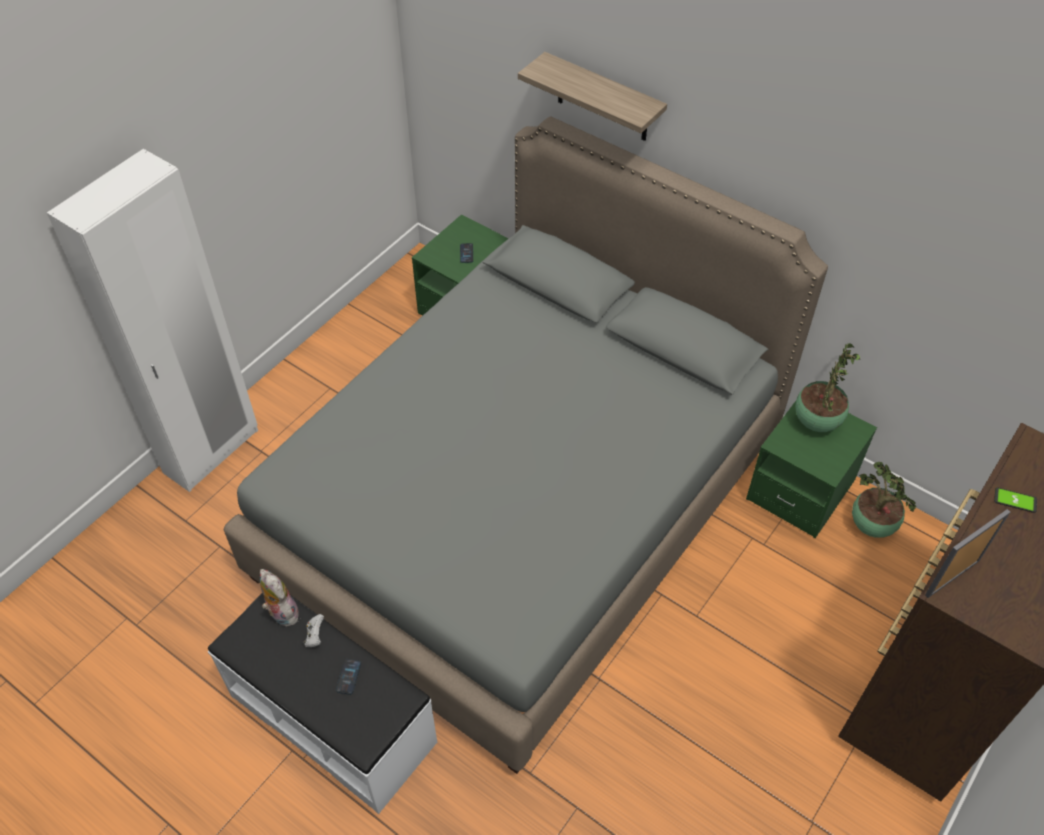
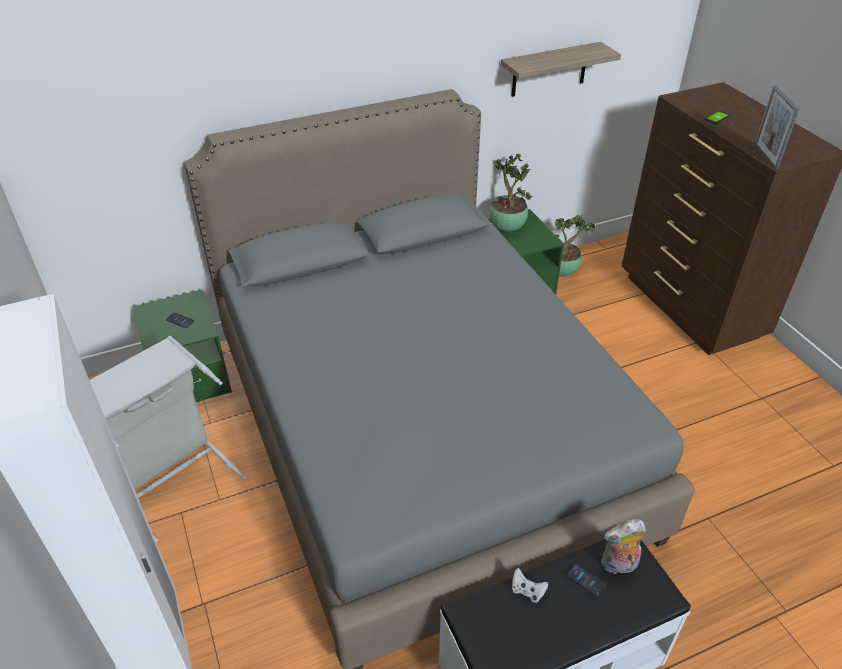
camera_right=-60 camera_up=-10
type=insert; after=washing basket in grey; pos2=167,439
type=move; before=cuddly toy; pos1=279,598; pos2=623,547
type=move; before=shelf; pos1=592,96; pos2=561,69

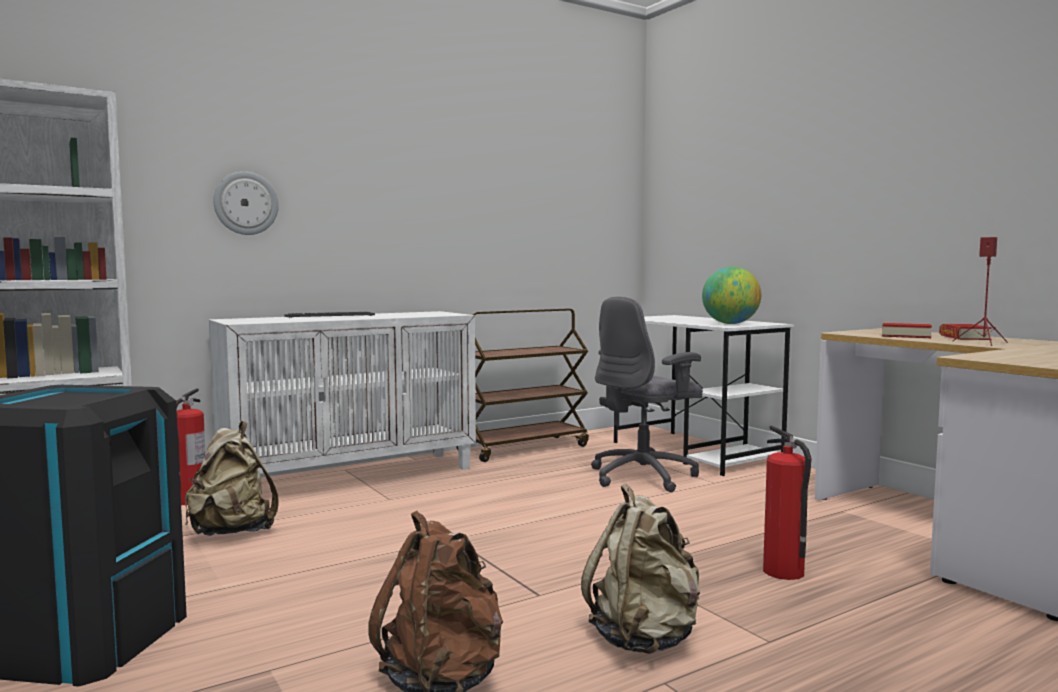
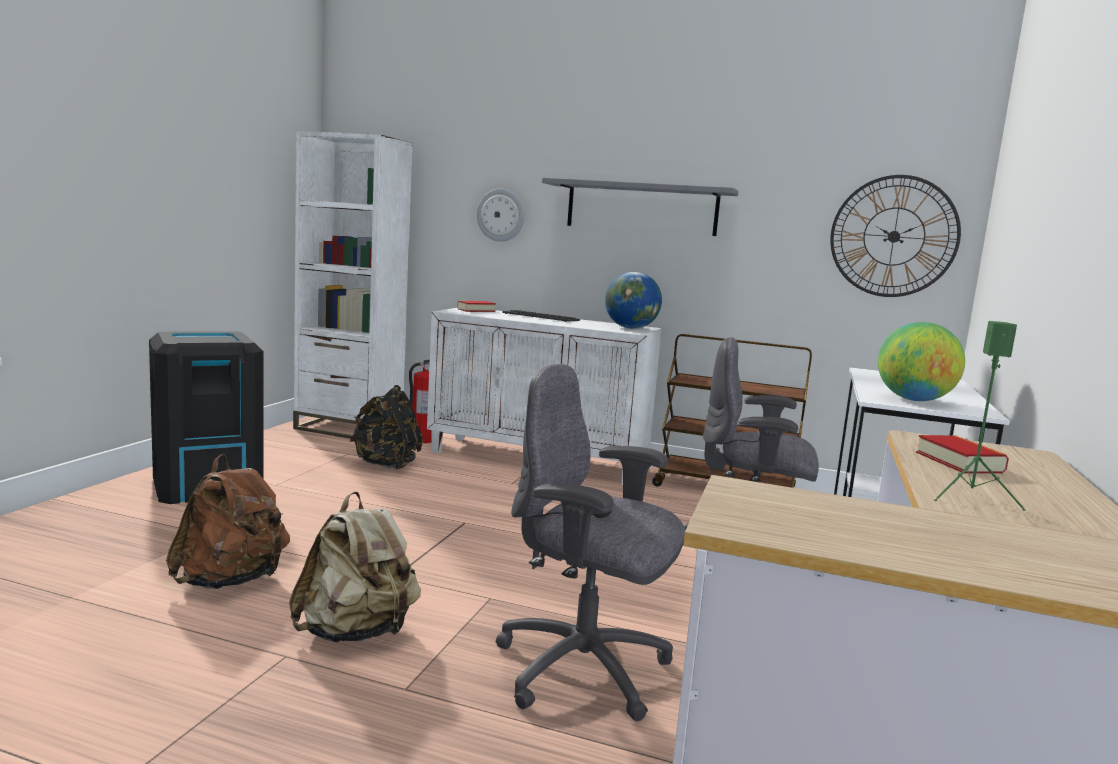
camera_right=50 camera_up=5
type=insert; after=shelf in grey; pos2=640,207
type=insert; after=desk globe; pos2=633,300
type=insert; after=wall clock; pos2=895,236
type=move; before=bound book; pos1=965,332; pos2=476,306
type=replace; before=extinguisher; after=computer chair in grey; pos1=787,502; pos2=590,542
type=recolor; before=knapsack in sand-coloured; after=knapsack in black-coloured; pos1=232,478; pos2=386,427
type=recolor; before=loudspeaker in red; after=loudspeaker in green; pos1=980,291; pos2=980,416

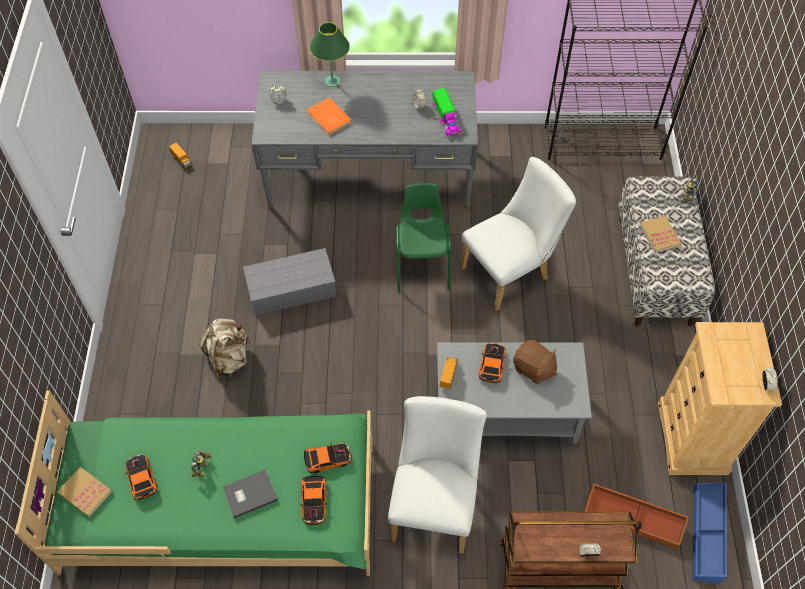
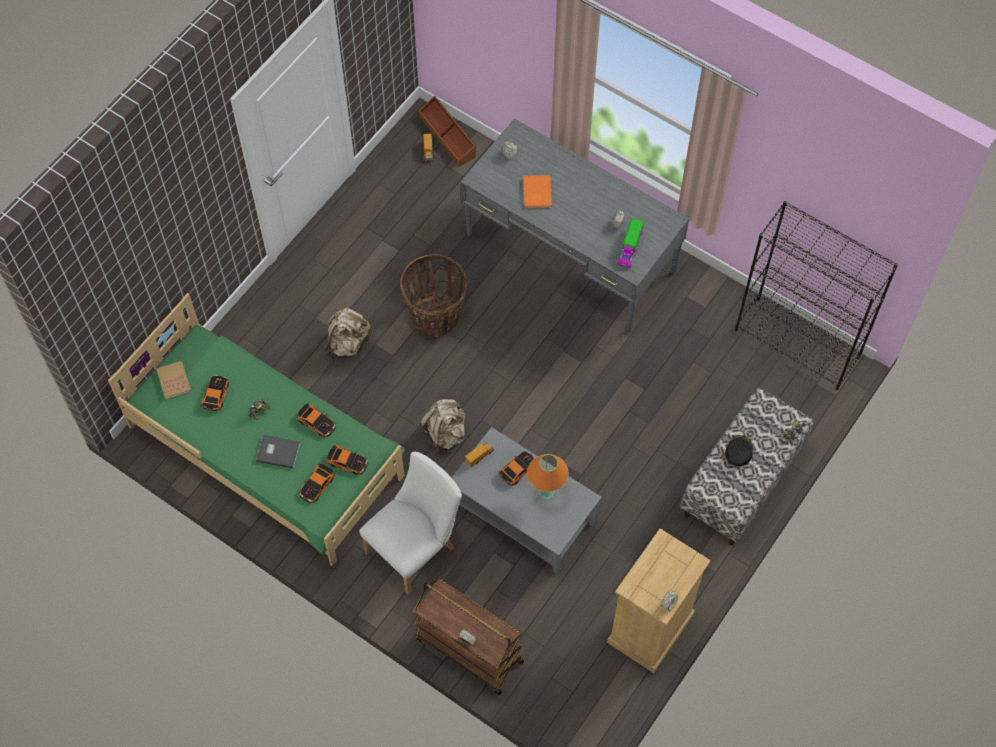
camera_right=35 camera_up=5
type=delete; before=tabletop lamp in green; pos1=330,54
type=delete; before=upright chair in green; pos1=423,237
type=delete; before=upright chair in white-coloured; pos1=518,234
type=delete; before=storage container in bluish; pos1=709,533
type=insert; after=toy car; pos2=316,420
type=insert; after=knapsack in sand-coloured; pos2=443,426
type=move; before=storage container in brown; pos1=636,516; pos2=447,131
type=replace; before=storage container in grey; after=basket; pos1=289,282; pos2=433,295
type=replace; before=cuddly toy in brown; after=tabletop lamp in orange; pos1=535,362; pos2=547,477
type=replace; before=bound book; after=baseball cap in black-coloured; pos1=660,234; pos2=739,450

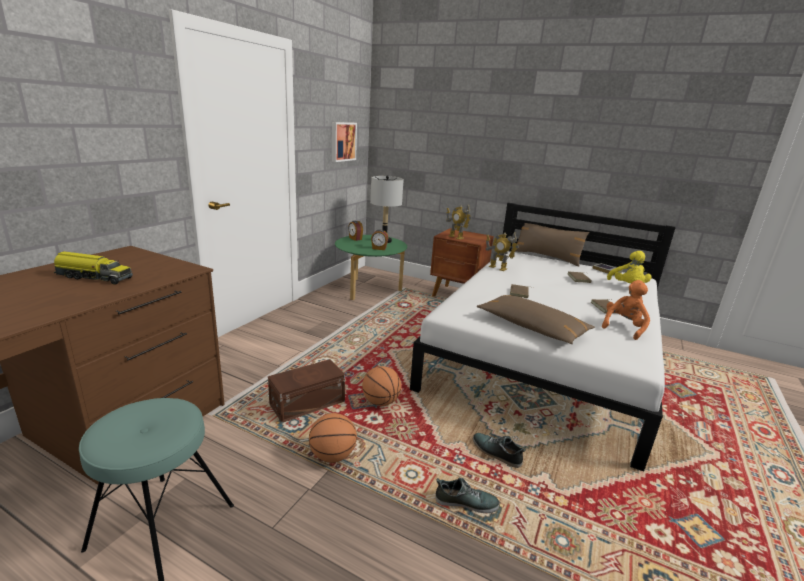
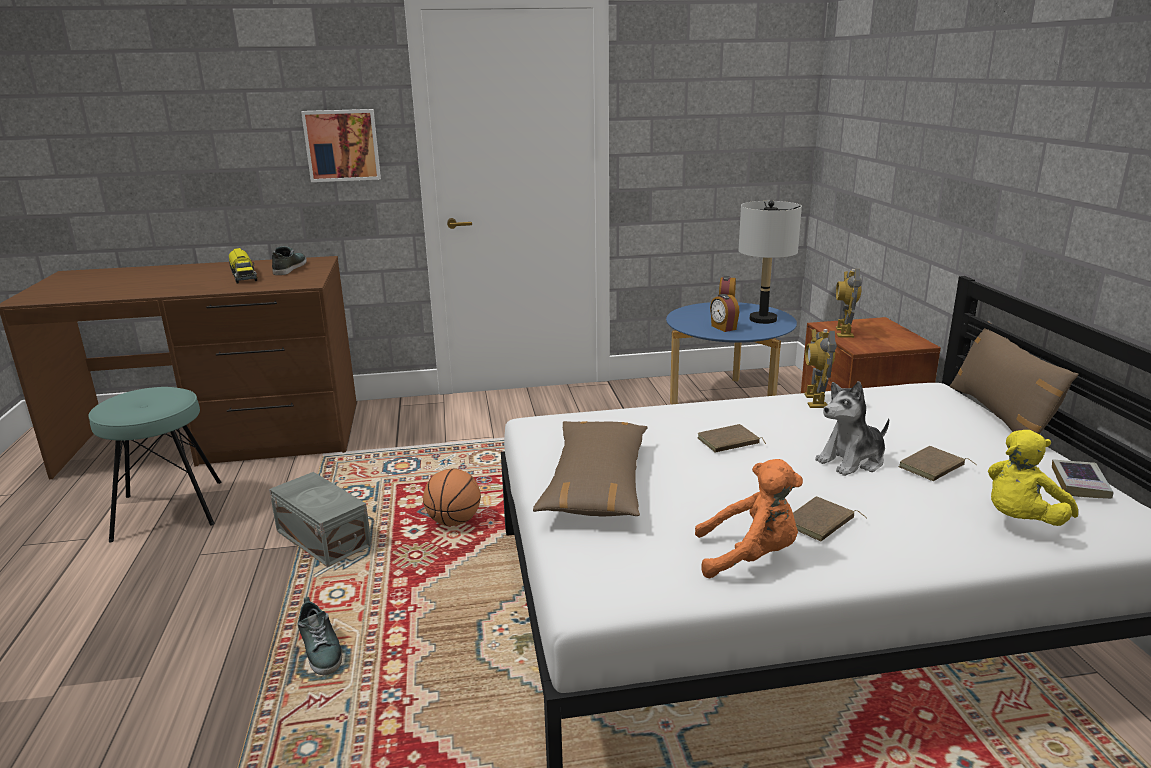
camera_right=55 camera_up=0
type=delete; before=storage container in brown; pos1=306,391
type=insert; after=cuddly toy; pos2=852,428
type=move; before=wall picture; pos1=344,142; pos2=341,145
type=move; before=shoe; pos1=499,450; pos2=289,260
type=replace; before=ball for basketball; after=storage container in grey; pos1=333,438; pos2=320,519
type=recolor; before=coffee table in green; after=coffee table in bluish; pos1=371,267; pos2=731,353

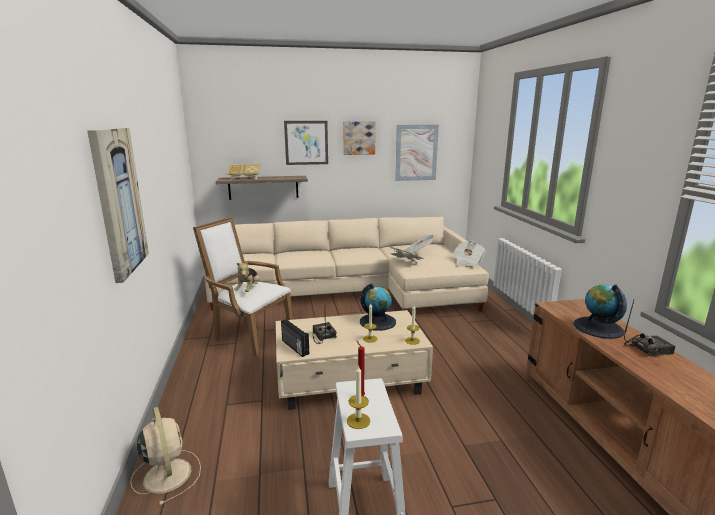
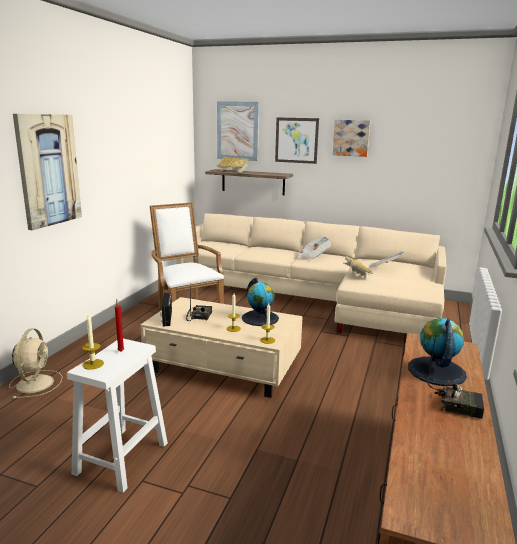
camera_right=30 camera_up=0
type=delete; before=cuddly toy; pos1=247,276
type=move; before=wall picture; pos1=417,153; pos2=238,131
type=move; before=newspaper; pos1=469,254; pos2=314,248

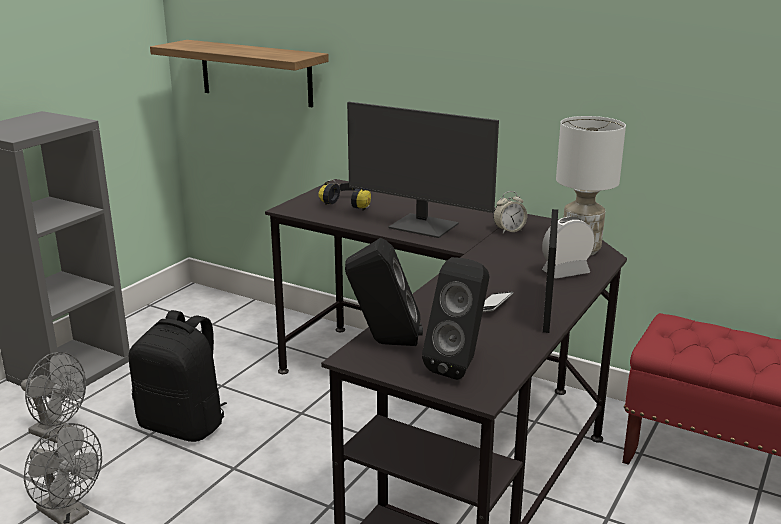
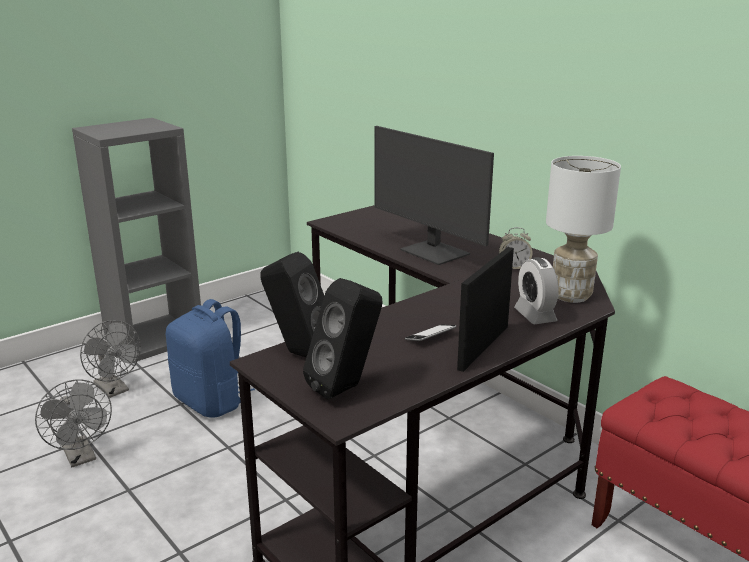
camera_right=20 camera_up=0
type=delete; before=shelf; pos1=239,73
type=delete; before=headset; pos1=345,195
type=recolor; before=knapsack in black-coloured; after=knapsack in bluish; pos1=178,376; pos2=210,358
type=rotate; before=alarm clock; pos1=568,248; pos2=536,290; turn=-105

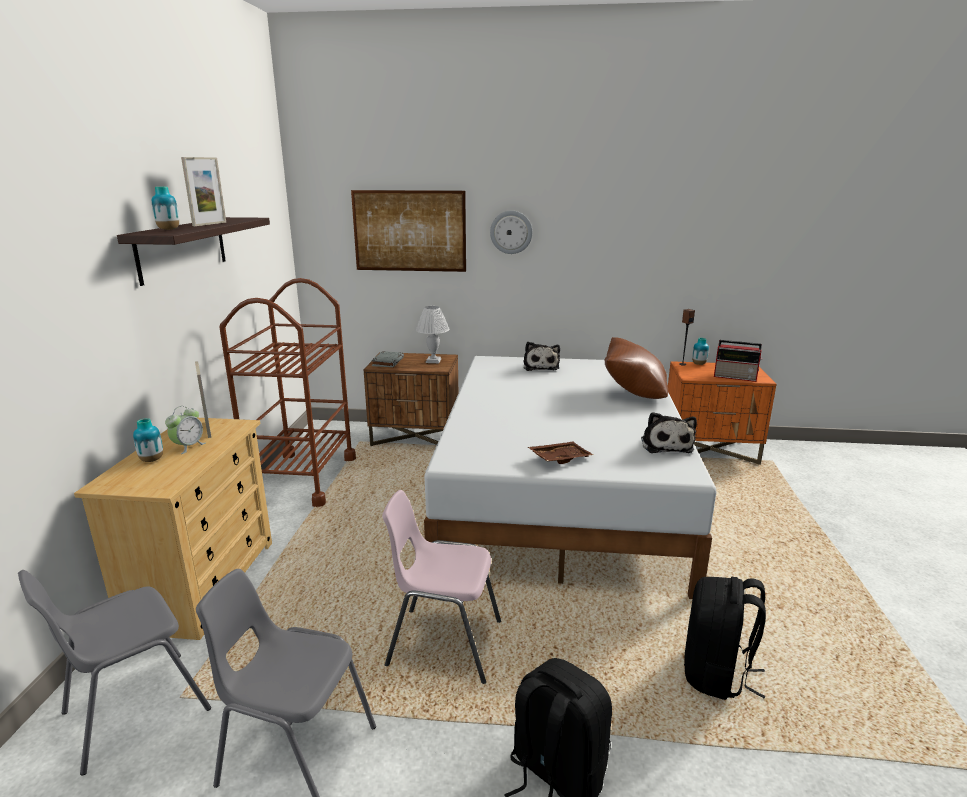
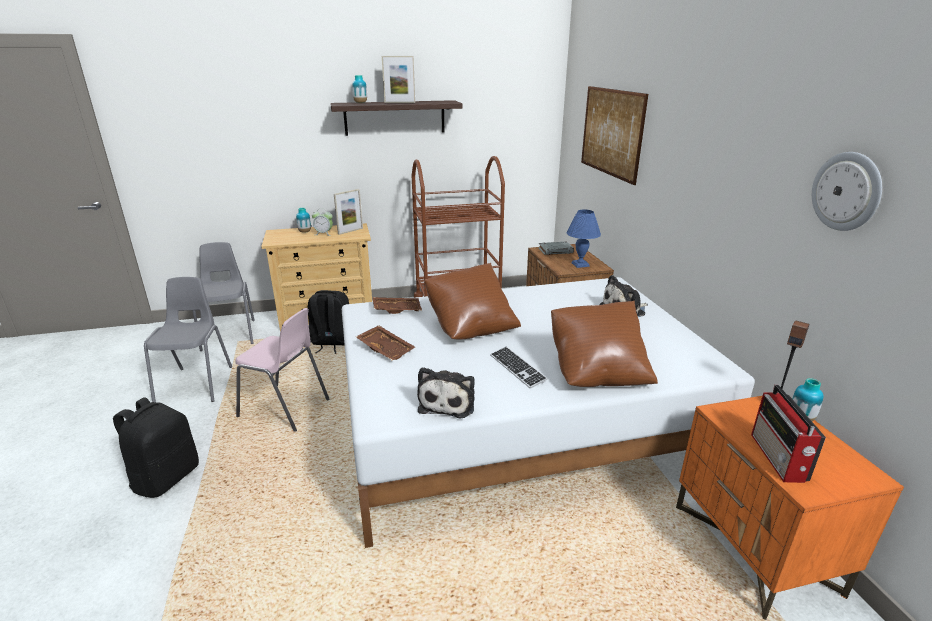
camera_right=70 camera_up=5
type=insert; after=serving tray in brown; pos2=397,305
type=insert; after=throw pillow in brown; pos2=472,301
type=insert; after=PC keyboard; pos2=519,367
type=move; before=wall clock; pos1=511,232; pos2=847,191
type=move; before=knapsack in black-coloured; pos1=725,638; pos2=328,322
type=recolor; before=tabletop lamp in white-coloured; after=tabletop lamp in bluish; pos1=433,334; pos2=583,239
type=rotate; before=upright chair in grey; pos1=114,672; pos2=223,296; turn=45
type=rotate; before=upright chair in pinkish; pos1=441,587; pos2=282,370; turn=120
type=rotate; before=cuddly toy; pos1=669,432; pos2=446,392; turn=-60

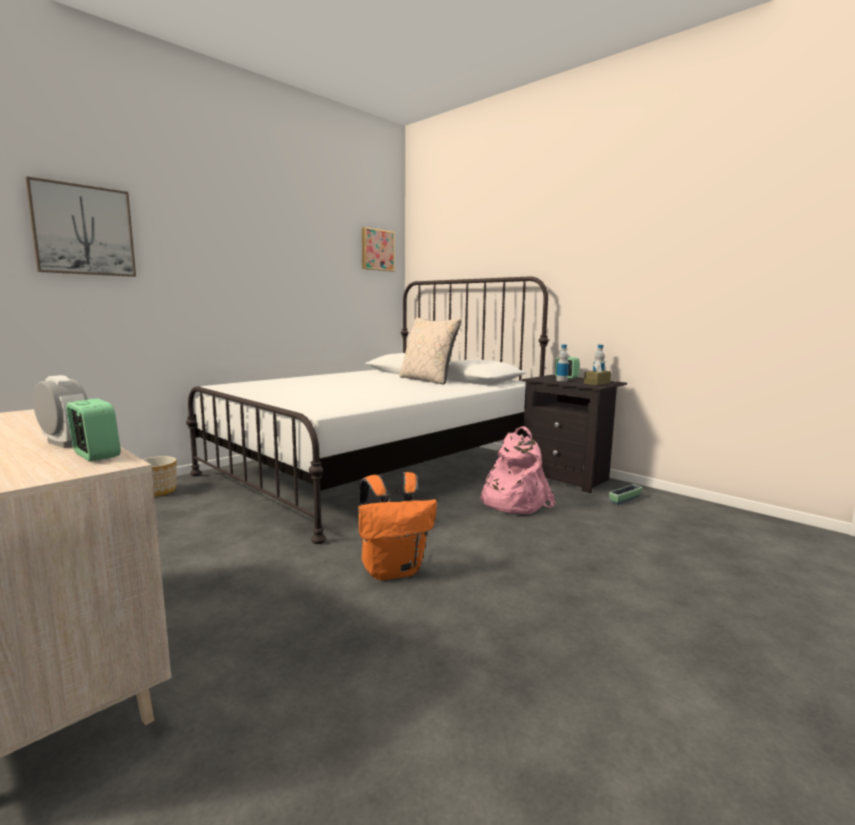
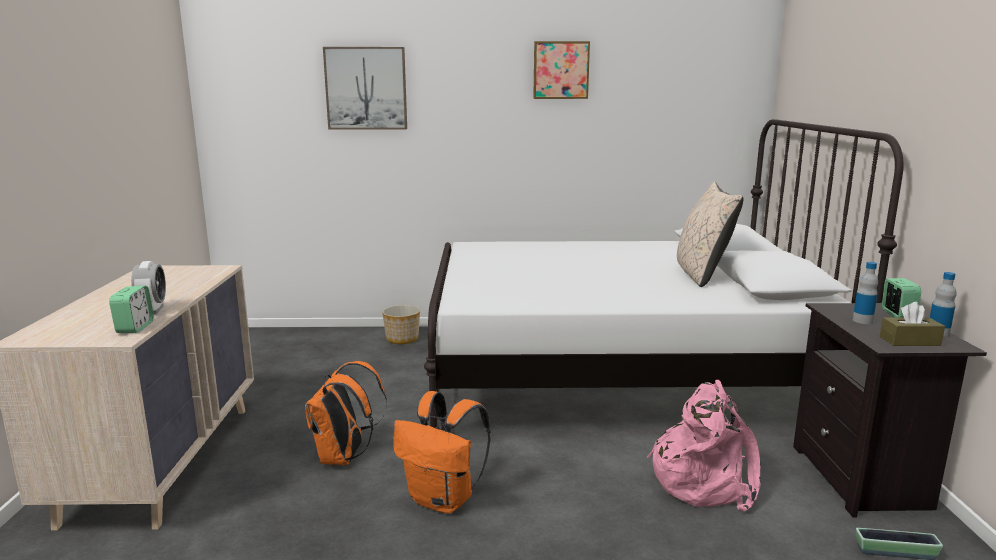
camera_right=45 camera_up=5
type=insert; after=knapsack in orange; pos2=346,413
type=move; before=wall picture; pos1=378,249; pos2=561,70

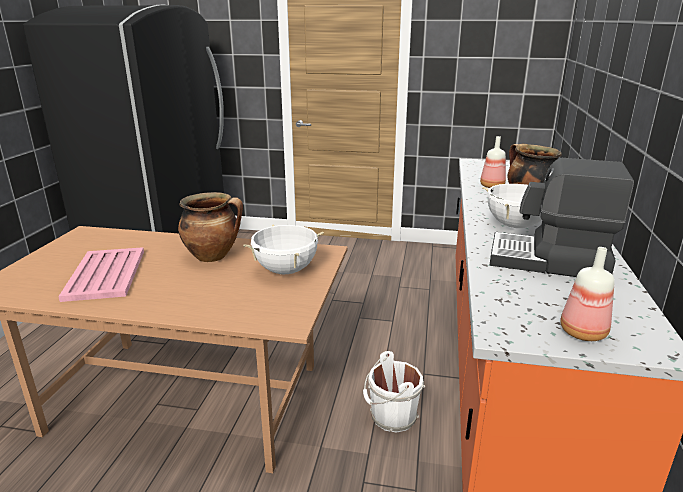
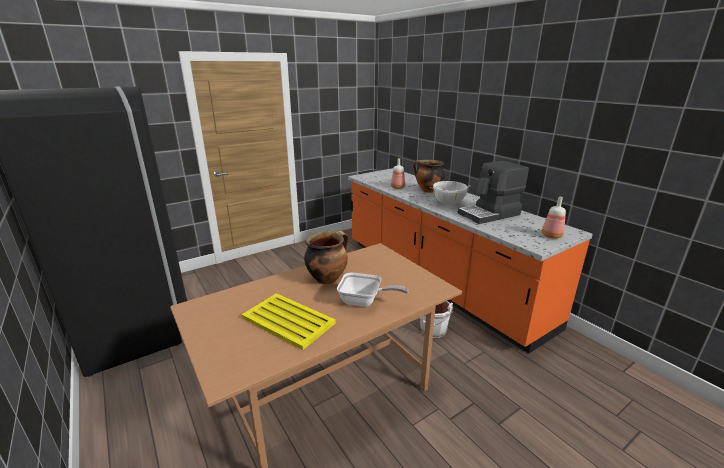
camera_right=-45 camera_up=0
type=delete; before=stockpot in white-coloured; pos1=283,249
type=insert; after=pan; pos2=373,290
type=recolor; before=serving tray in pinkish; after=serving tray in yellow; pos1=101,274; pos2=289,321

